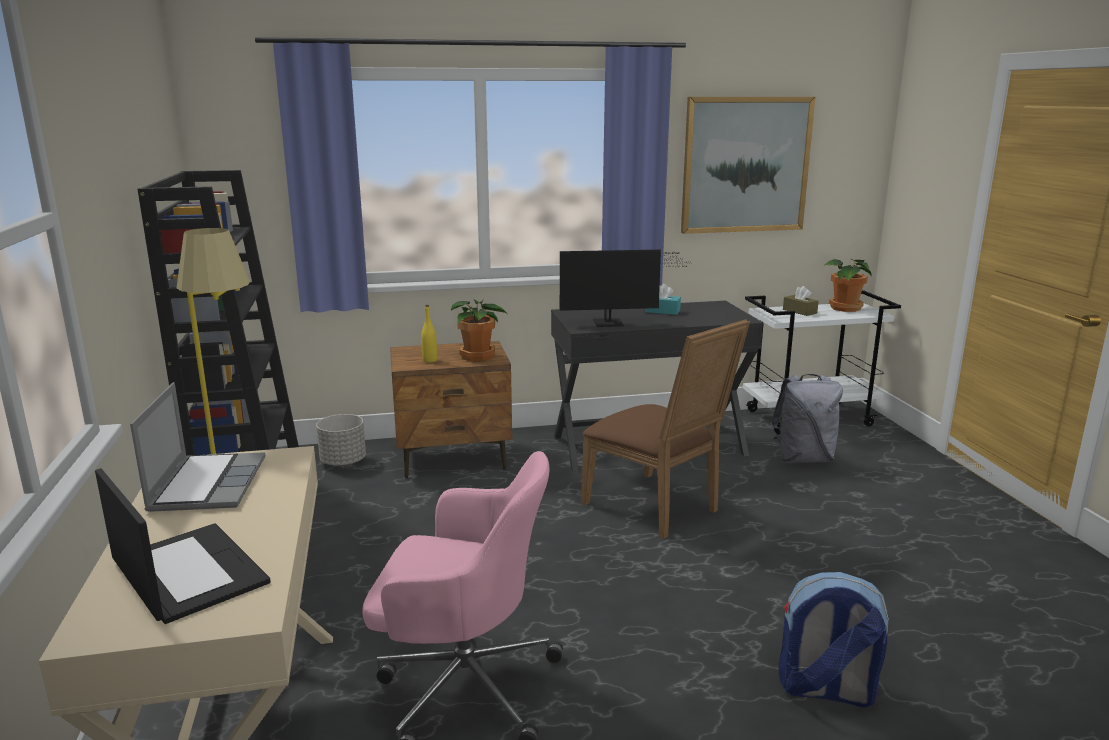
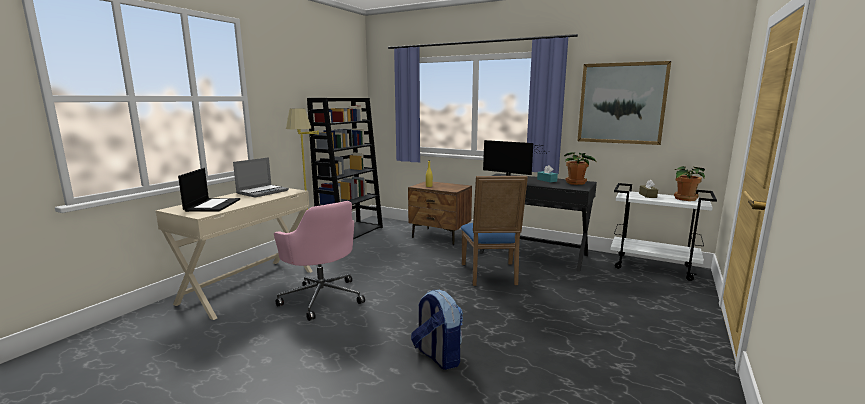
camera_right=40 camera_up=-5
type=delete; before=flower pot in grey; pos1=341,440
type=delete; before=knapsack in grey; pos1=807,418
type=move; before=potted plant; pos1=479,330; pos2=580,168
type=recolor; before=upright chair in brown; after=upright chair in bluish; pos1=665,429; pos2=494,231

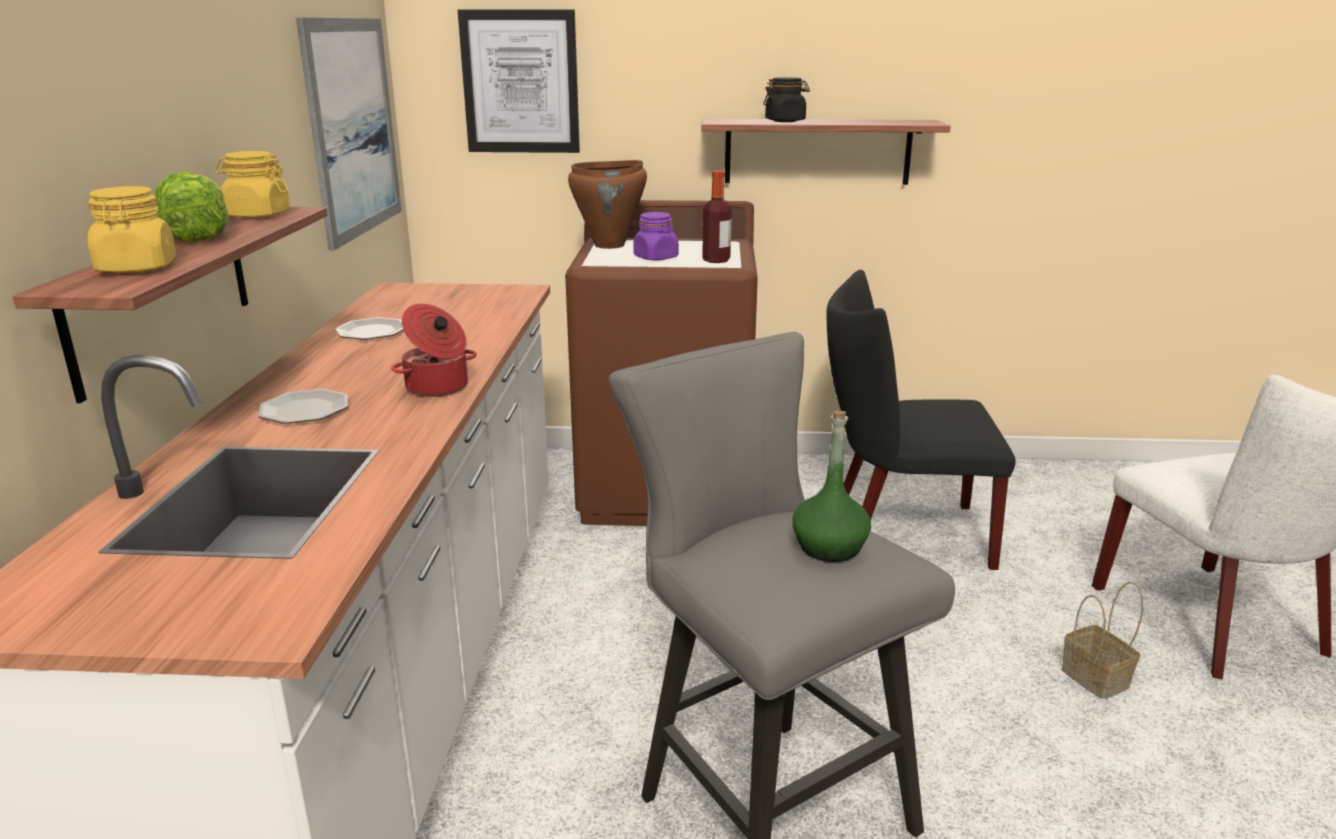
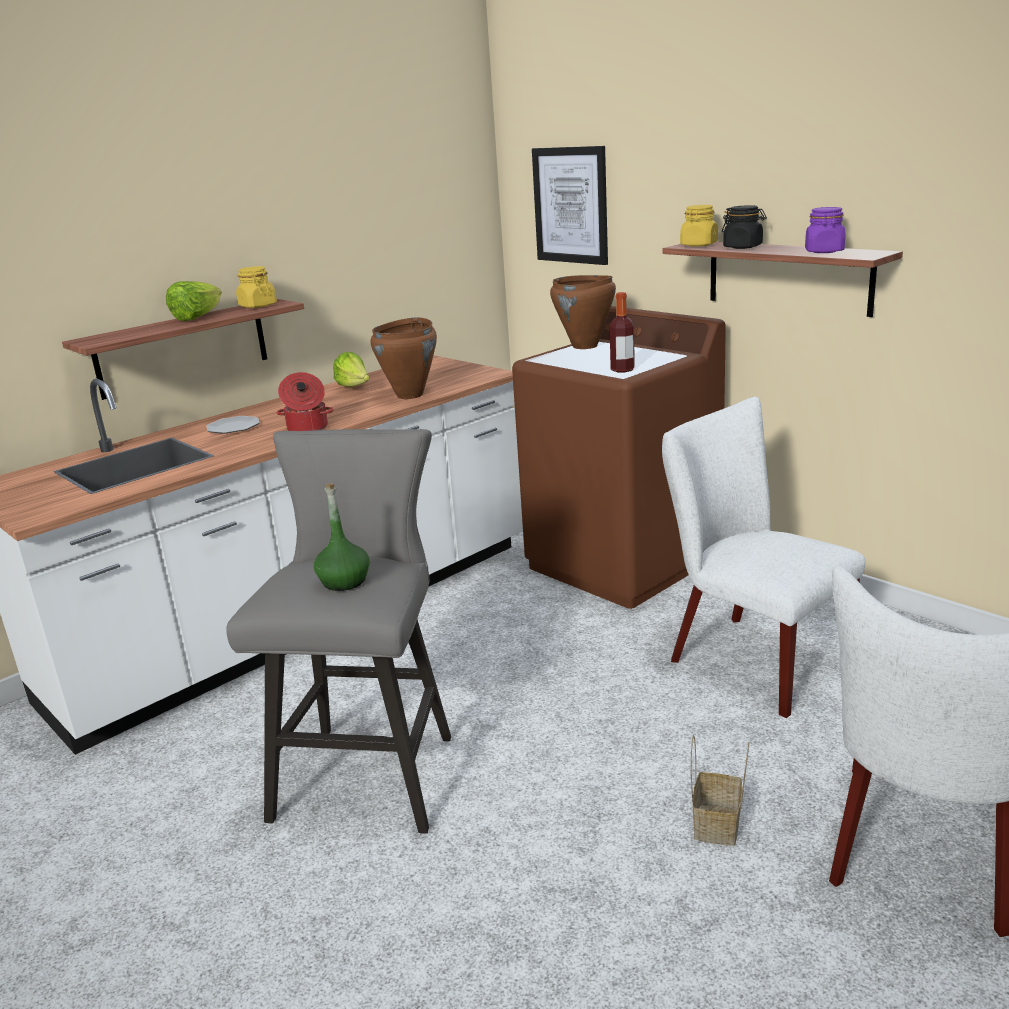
camera_right=45 camera_up=0
type=delete; before=wall picture; pos1=349,133
type=insert; after=stockpot in brown; pos2=403,358
type=move; before=jar in yellow; pos1=132,229; pos2=699,226
type=move; before=jar in purplish; pos1=655,236; pos2=825,230
type=replace; before=flat dish; after=lettuce; pos1=369,328; pos2=351,369
type=recolor; before=upright chair in black-coloured; after=upright chair in white-coloured; pos1=921,420; pos2=763,557

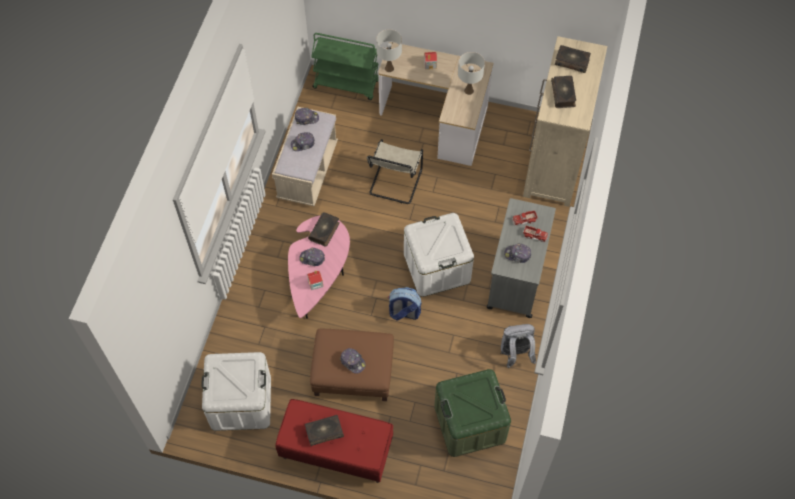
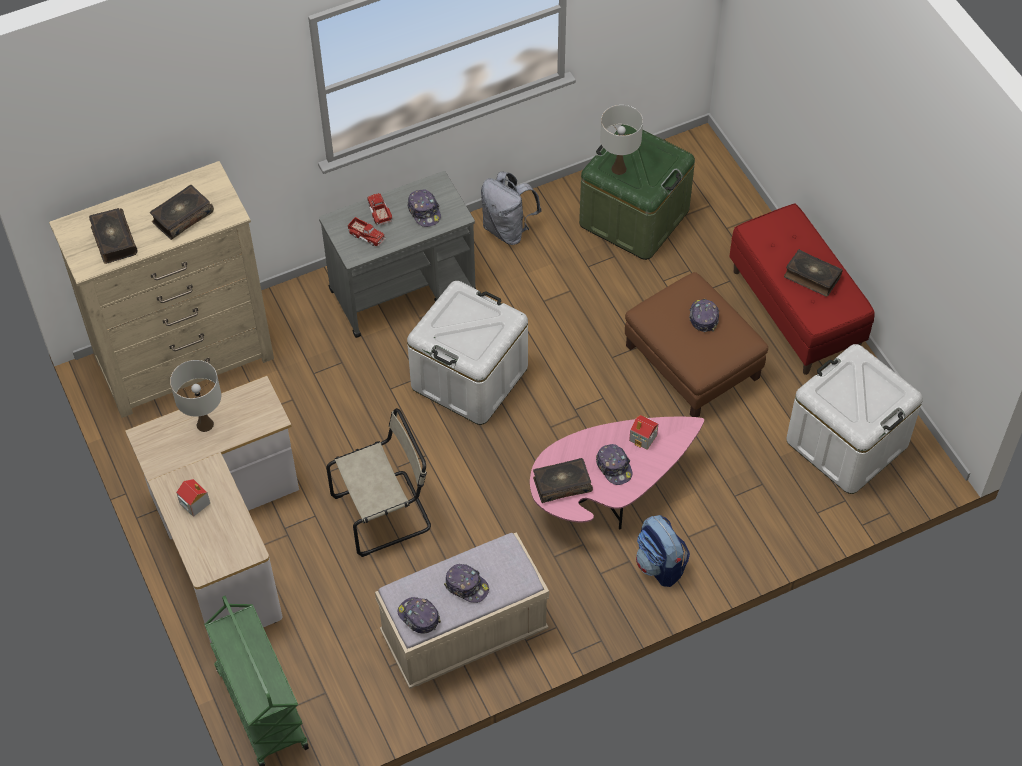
camera_right=-130 camera_up=-5
type=move; before=tabletop lamp in white-coloured; pos1=389,50; pos2=621,140
type=move; before=knapsack; pos1=404,304; pos2=663,551

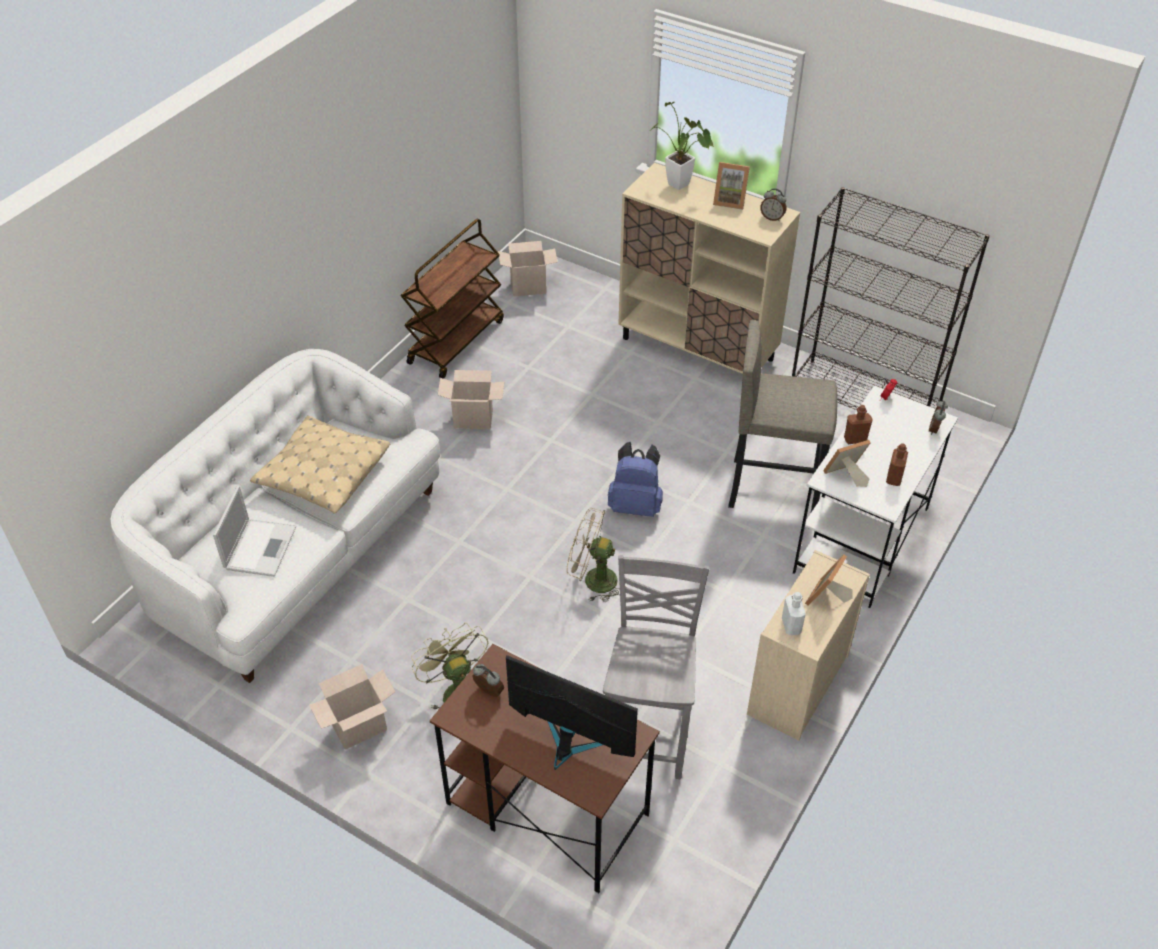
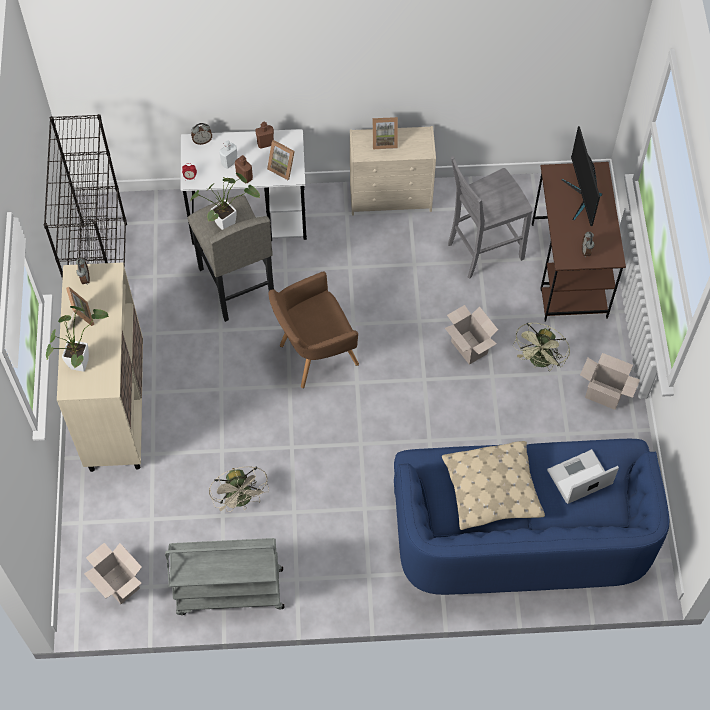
camera_right=-125 camera_up=15
type=insert; after=potted plant; pos2=225,201
type=move; before=packing box; pos1=471,399; pos2=471,335
type=move; before=cooling fan in sand-coloured; pos1=592,555; pos2=239,489
type=move; before=bottle in white-coloured; pos1=794,613; pos2=228,154
type=replace; before=knapsack in bluish; after=easy chair in brown; pos1=635,479; pos2=314,329
type=recolor; before=sofa in white-coloured; after=sofa in bluish; pos1=275,516; pos2=531,517
type=recolor; before=trolley in brown; after=trolley in grey; pos1=452,299; pos2=224,576

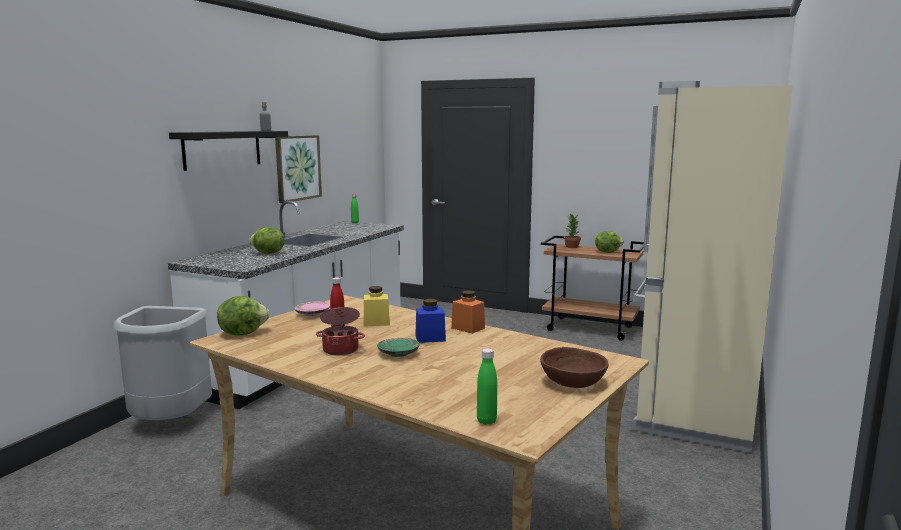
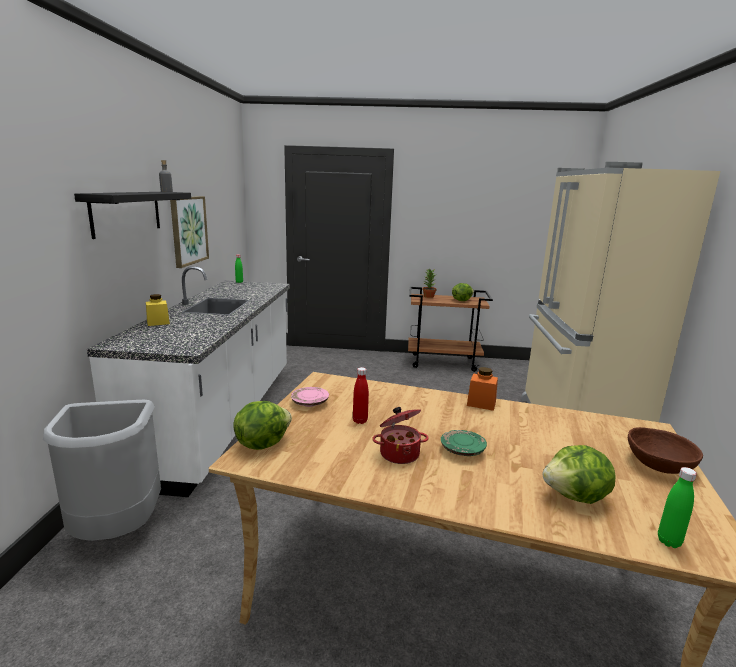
camera_right=-20 camera_up=5
type=delete; before=jar in bluish; pos1=430,321
type=move; before=lettuce; pos1=266,240; pos2=579,474
type=move; before=jar in yellow; pos1=377,306; pos2=158,310

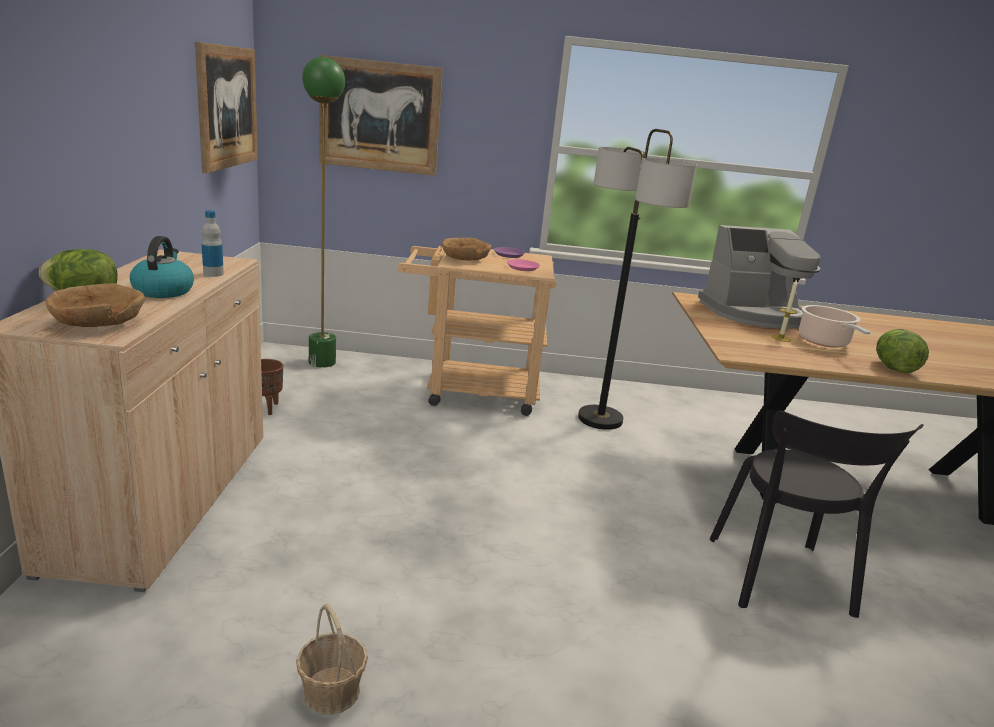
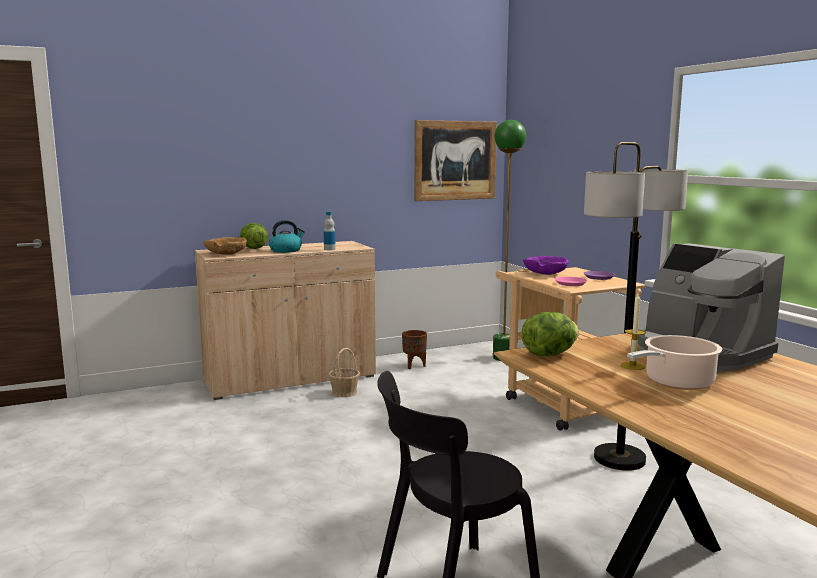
camera_right=65 camera_up=-10
type=delete; before=wall picture; pos1=381,115
type=move; before=basket; pos1=332,659; pos2=344,372
type=move; before=lettuce; pos1=902,351; pos2=550,334
type=recolor; before=serving bowl in brown; after=serving bowl in purplish; pos1=466,249; pos2=546,265

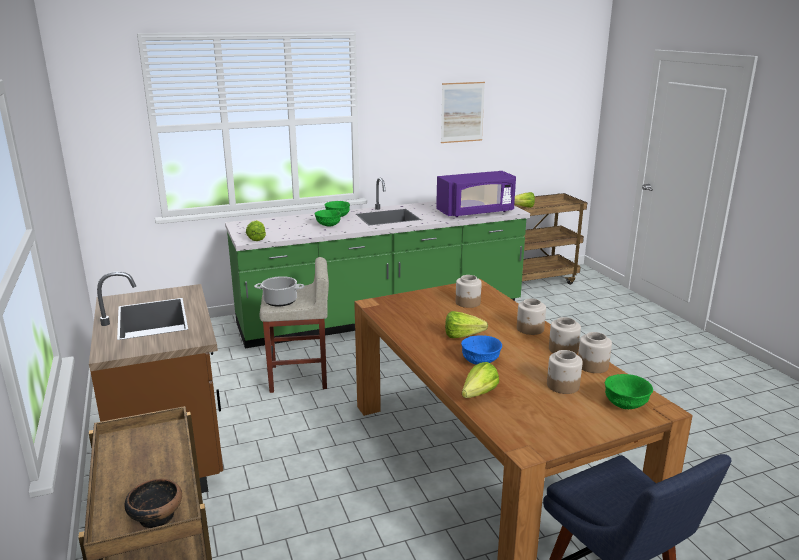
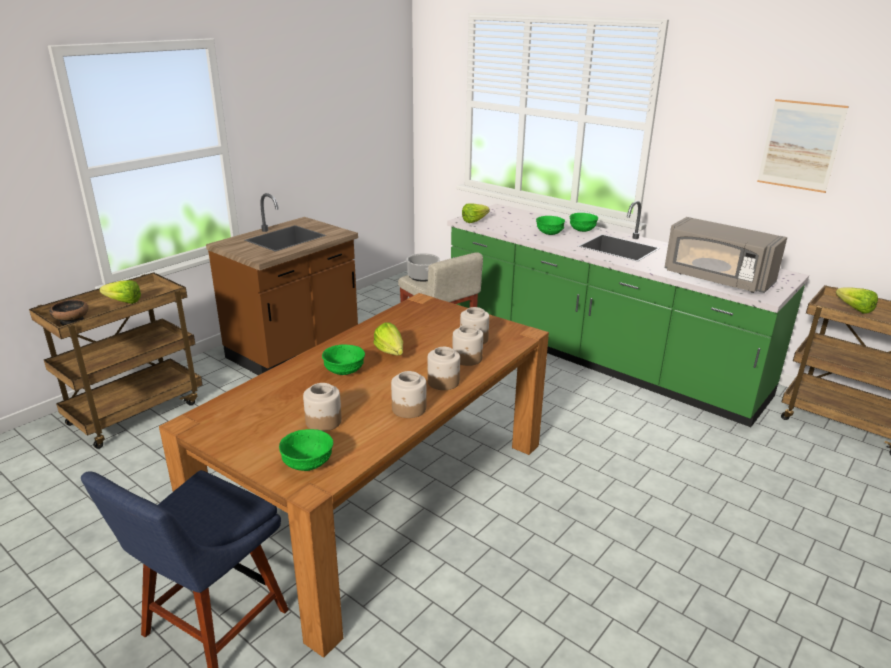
camera_right=60 camera_up=5
type=move; before=lettuce; pos1=480,380; pos2=120,292
type=move; before=jar; pos1=595,352; pos2=467,345
type=recolor; before=microwave oven in purplish; after=microwave oven in grey; pos1=476,194; pos2=725,255
type=recolor; before=serving bowl in bluish; after=serving bowl in green; pos1=481,350; pos2=343,359

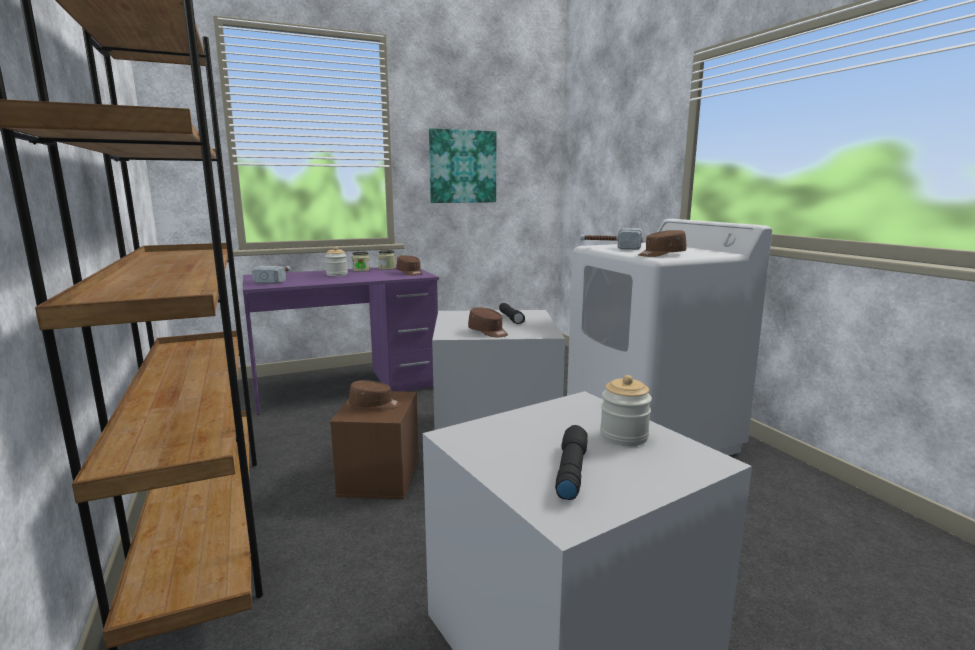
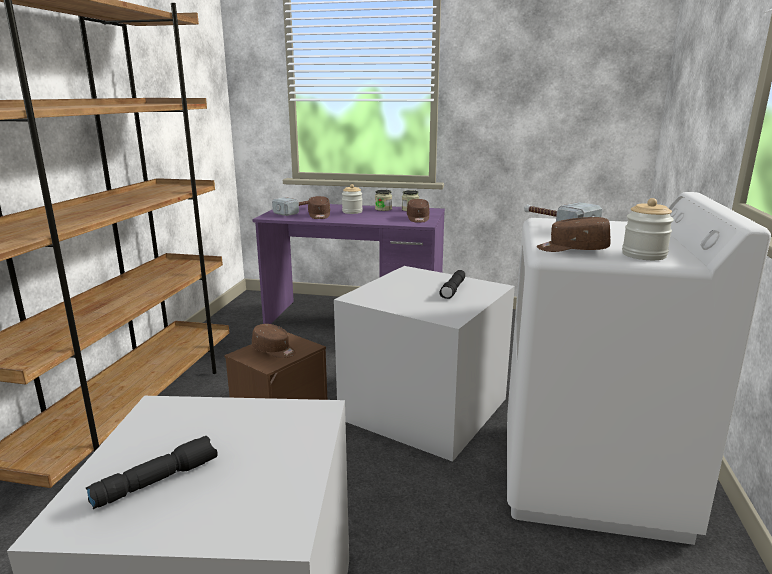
camera_right=35 camera_up=5
type=delete; before=wall picture; pos1=462,165
type=move; before=baseball cap in brown; pos1=488,322; pos2=319,207
type=move; before=jar; pos1=626,410; pos2=648,229

